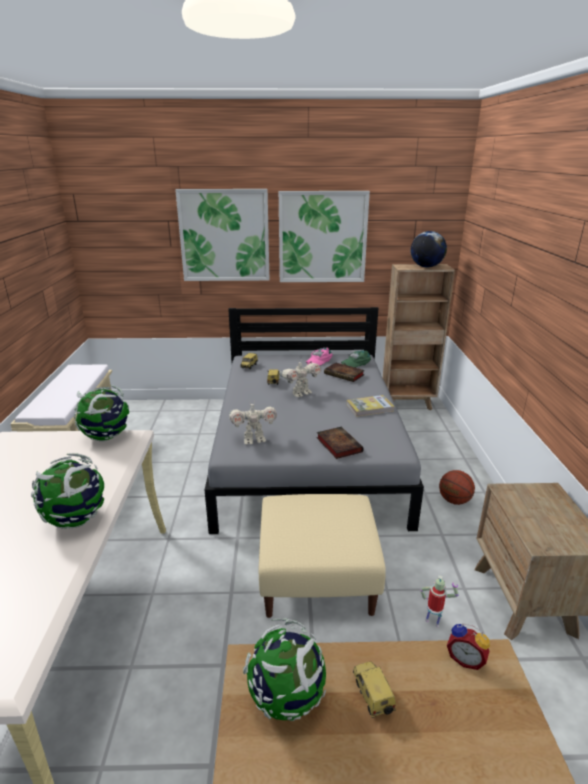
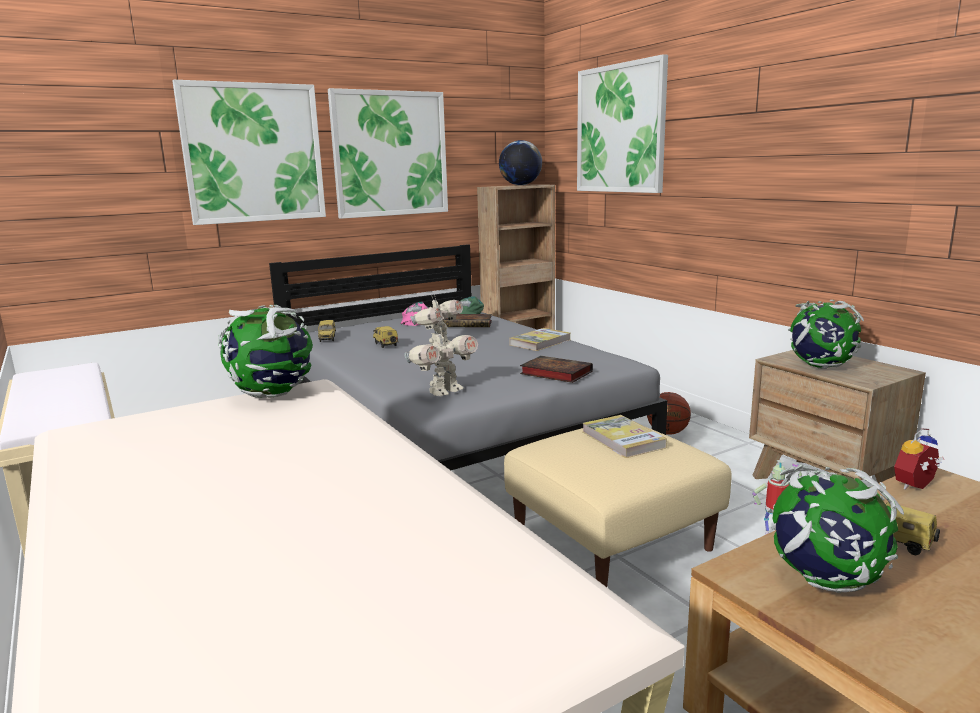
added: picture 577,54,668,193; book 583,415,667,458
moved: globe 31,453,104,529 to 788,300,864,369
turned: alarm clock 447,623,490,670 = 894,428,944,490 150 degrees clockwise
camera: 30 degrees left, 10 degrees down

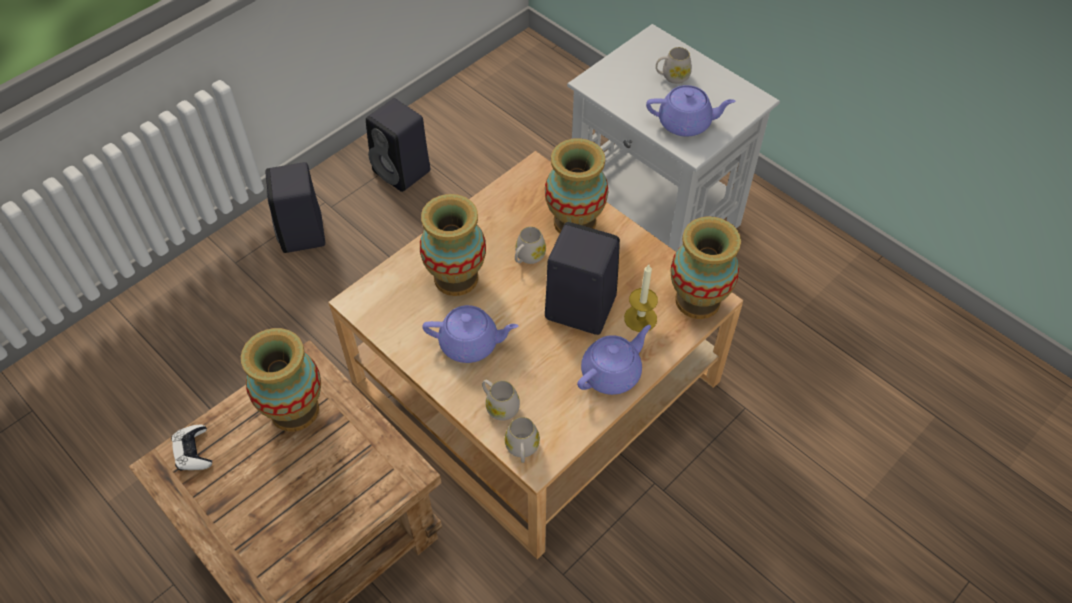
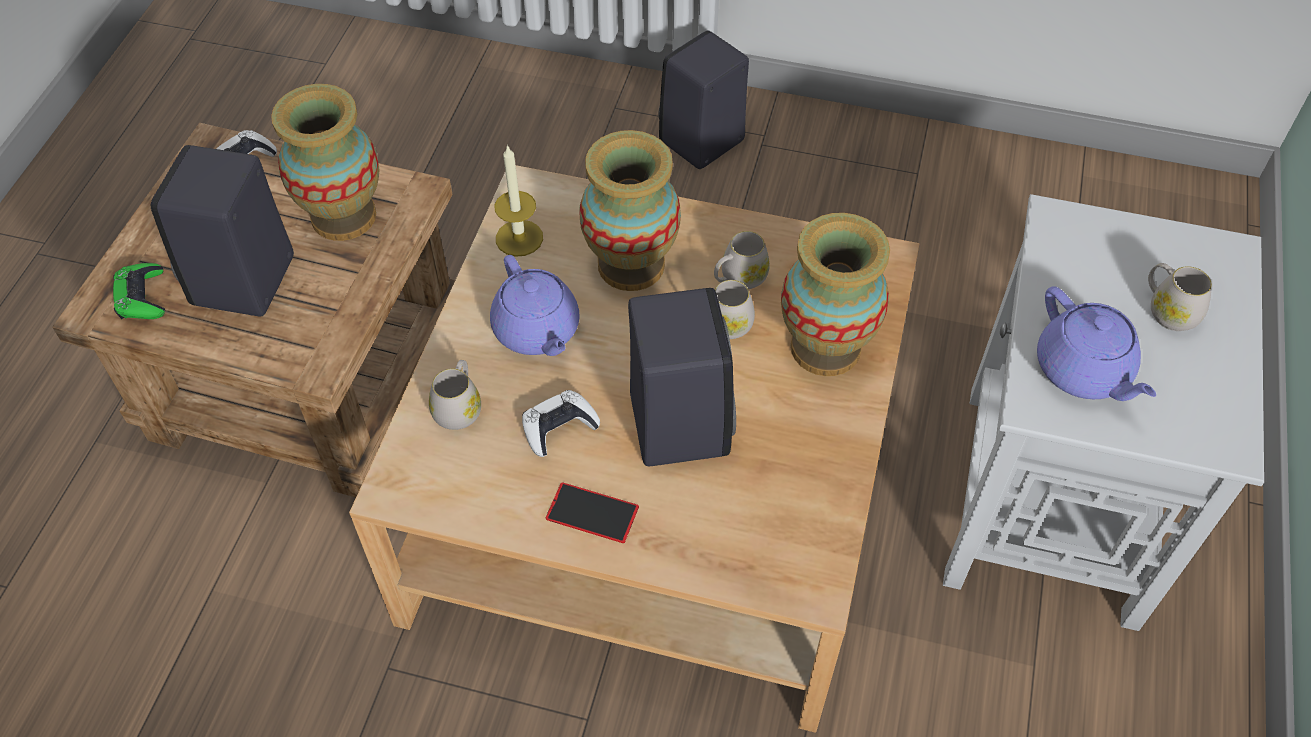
removed: vase 671,217,741,319
added: green game controller 113,263,165,319; white game controller 522,390,600,457
moved: black speaker 366,98,430,192 to 151,145,294,316; white mug 505,417,540,463 to 714,231,770,289; candle 624,264,658,332 to 494,145,543,257
replaced: purple teapot 577,325,651,395 to phone 546,482,639,543
camera: 60 degrees right, 0 degrees up

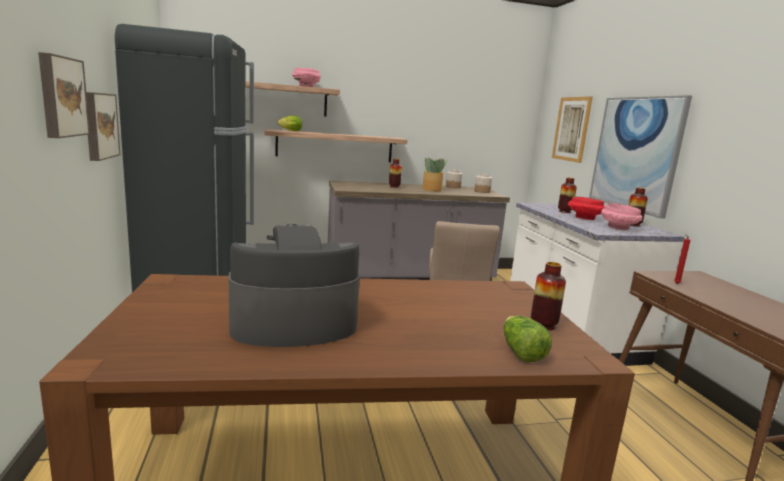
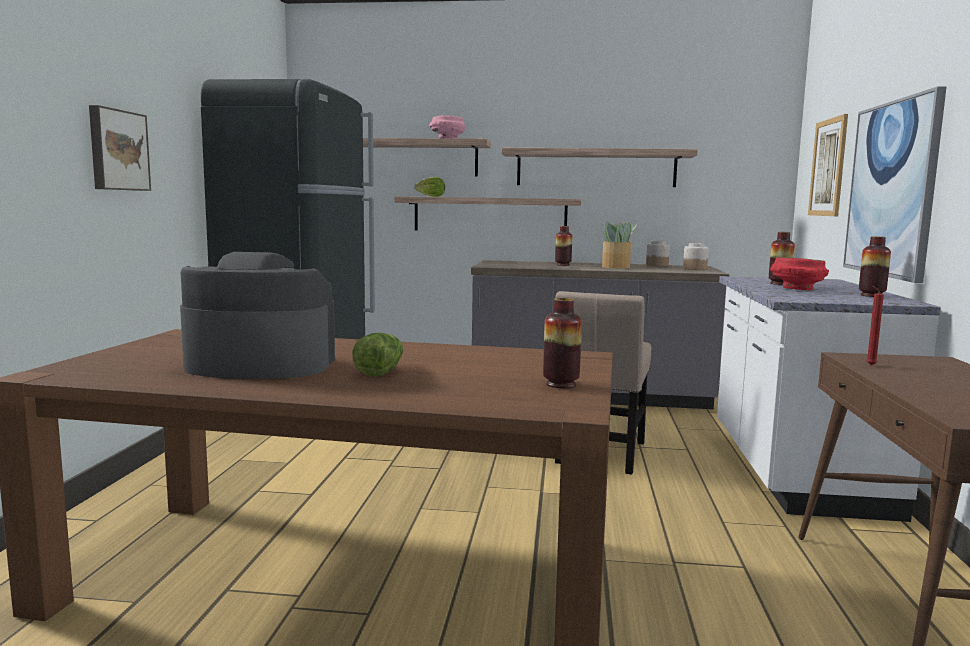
removed: picture 86,92,120,161; pink bowl 601,203,642,230
added: shelf 502,148,698,187
moved: lettuce 504,316,552,362 to 352,333,403,376
camera: 20 degrees right, 5 degrees down

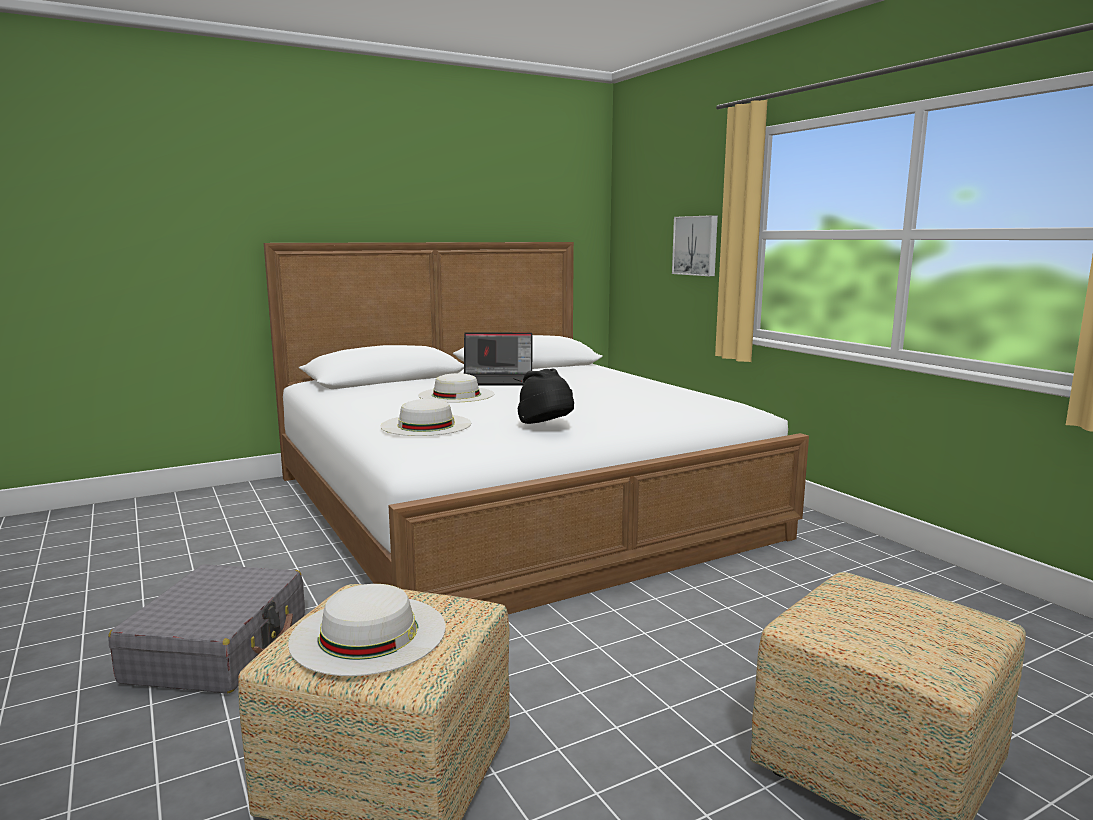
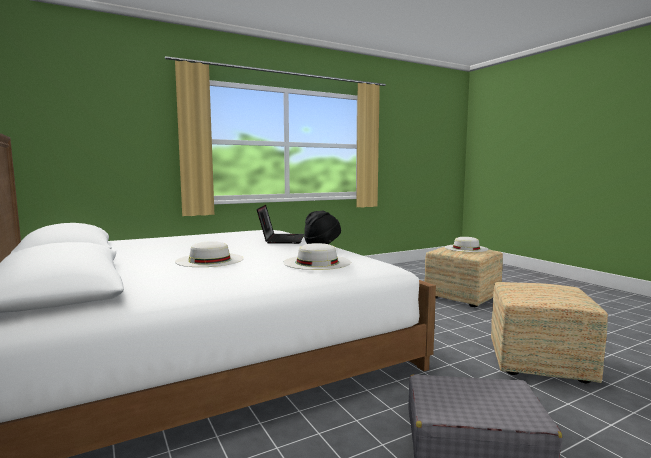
removed: picture 672,215,718,276
moved: white hat 288,584,446,676 to 445,237,489,252; laptop 464,333,532,386 to 257,205,304,244
camera: 90 degrees left, 5 degrees down

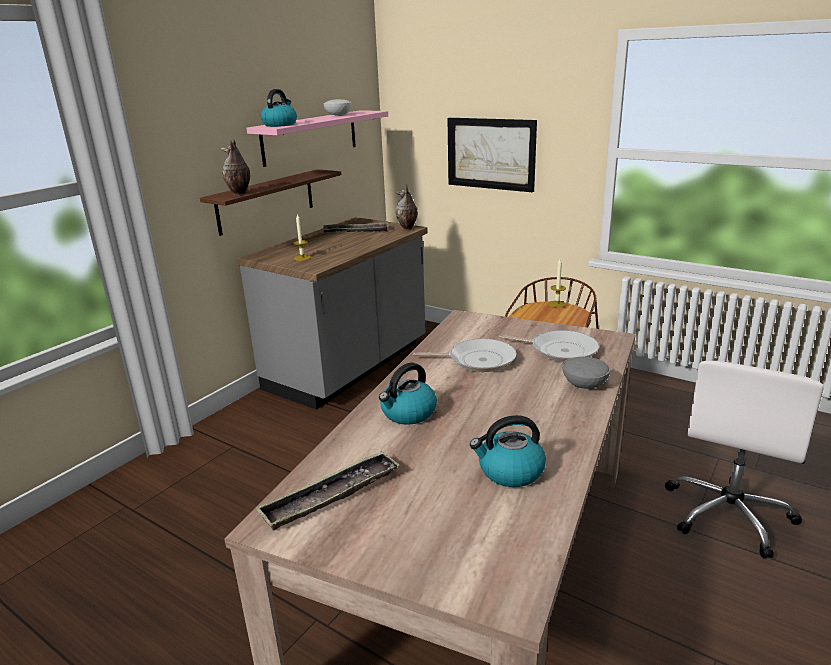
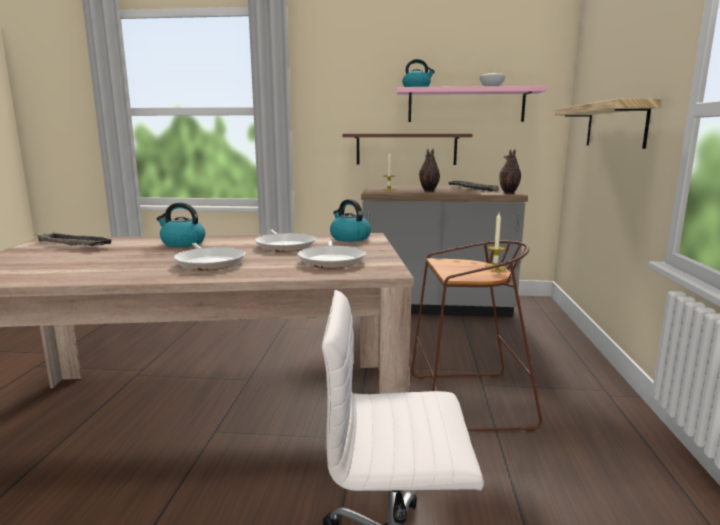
removed: grey bowl 562,357,611,390
added: frying pan 174,243,246,270
moved: vase 221,139,250,196 to 419,149,440,192; kettle 470,415,546,487 to 330,199,371,242
replaced: picture 447,118,537,192 to shelf 555,99,661,149
camera: 60 degrees right, 10 degrees down

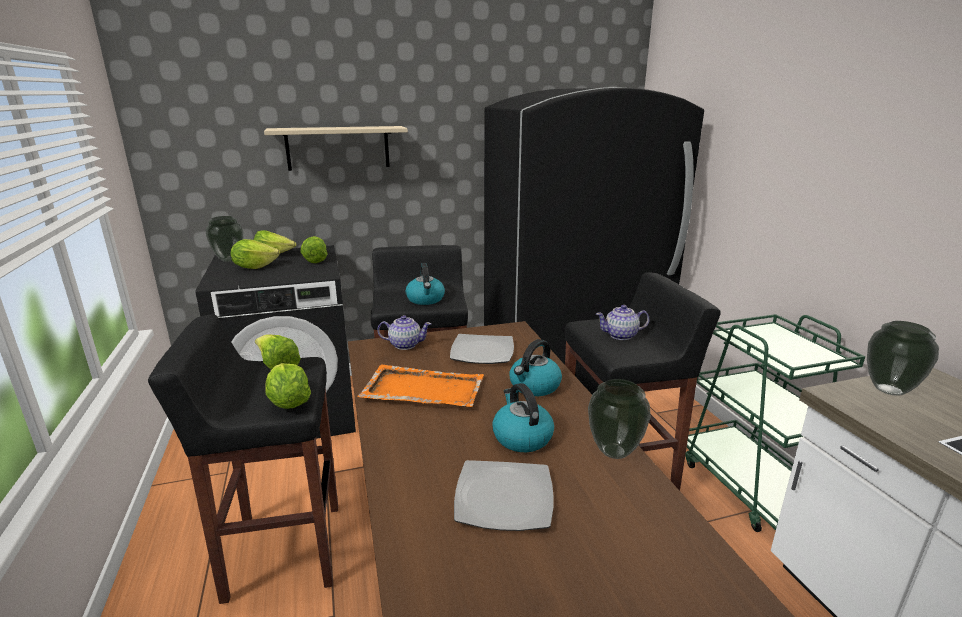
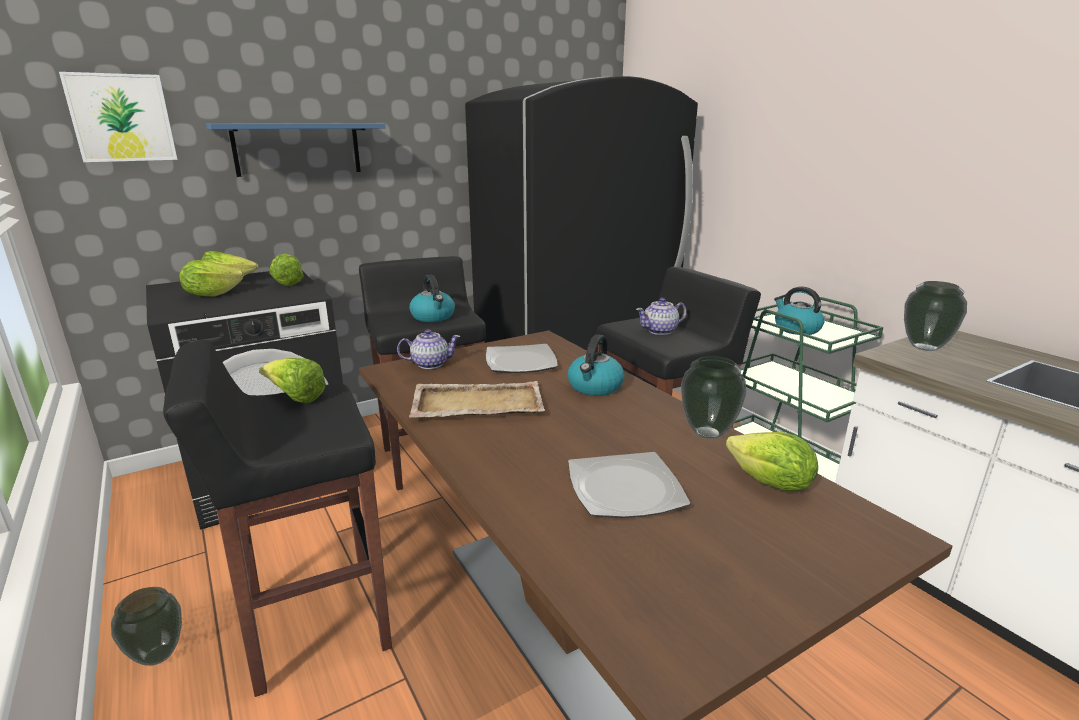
added: picture 59,72,177,162
moved: vase 206,216,243,262 to 111,587,182,666; lettuce 266,363,311,409 to 726,432,818,491; kettle 493,383,554,452 to 774,286,825,335
recoloured: beige shelf 264,126,408,171 to blue shelf 206,123,386,177; orange tray 357,364,484,407 to beige tray 409,381,545,418
camera: 15 degrees left, 0 degrees up

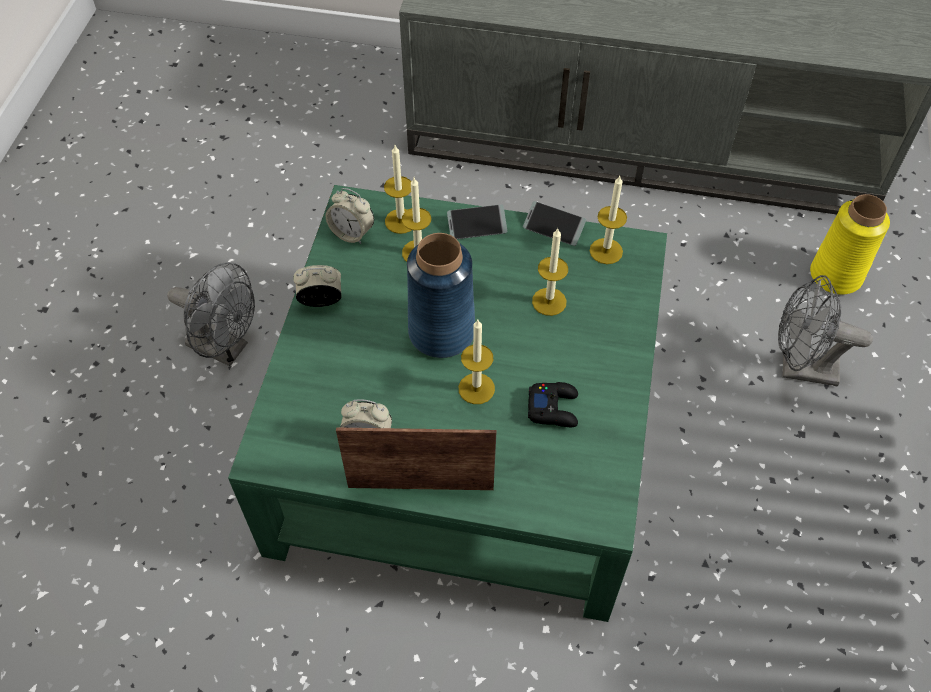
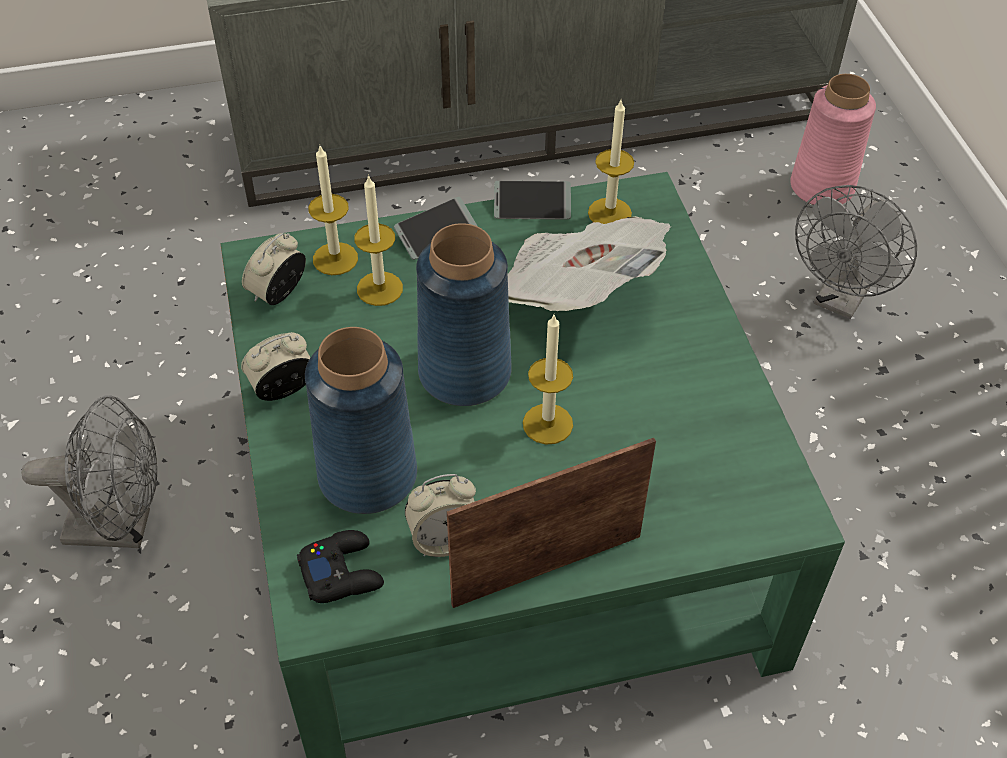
added: blue vase 305,327,417,514
moved: black game controller 528,382,578,427 to 297,530,384,603
replaced: candle 532,229,568,316 to newspaper 508,216,671,311
recoloured: yellow vase 810,194,890,295 to pink vase 790,74,876,205
turned: alarm clock 326,188,374,244 = 242,233,306,305 120 degrees clockwise; grey fan 778,275,873,386 = 795,185,917,319 45 degrees counterclockwise
camera: 25 degrees left, 5 degrees down

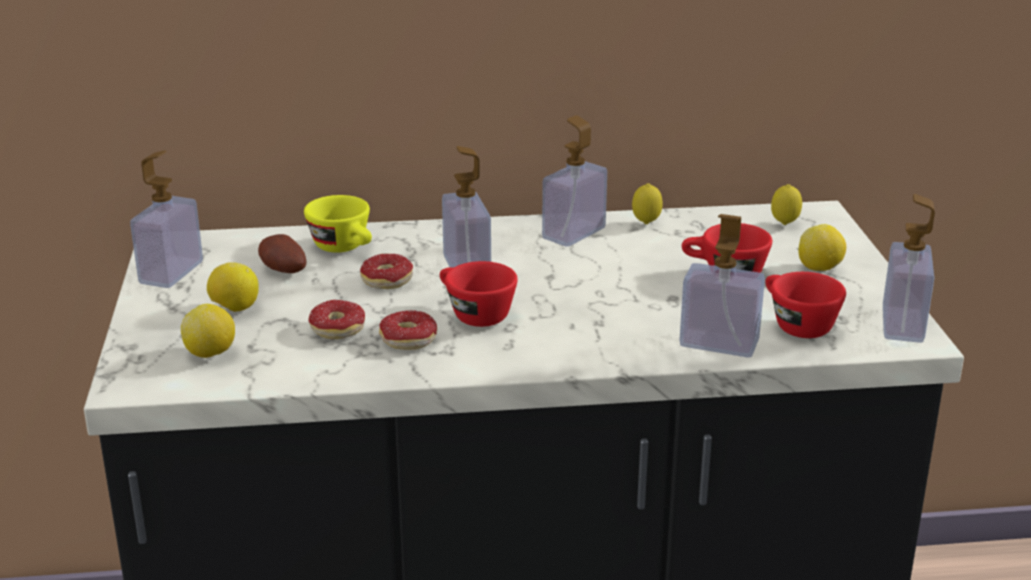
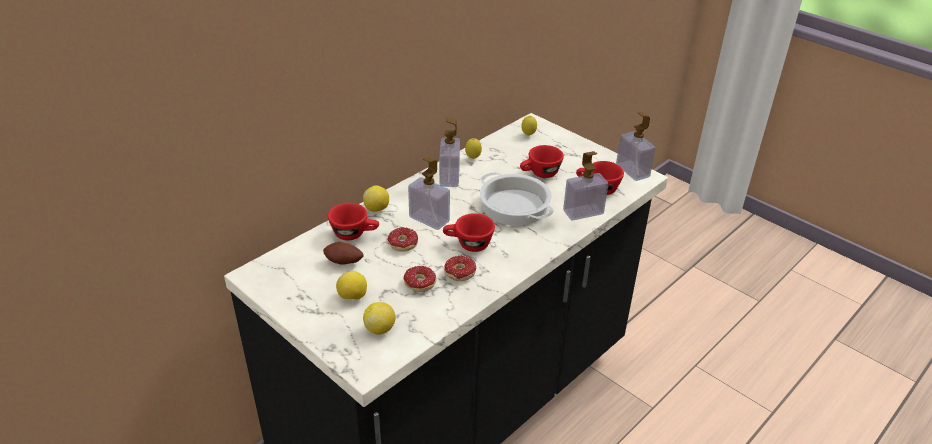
removed: soap dispenser 130,150,203,288
added: cooking pot 480,172,554,226
moved: lemon 798,224,846,271 to 363,185,389,212
recoloured: yellow cup 304,195,372,253 to red cup 328,203,379,240
camera: 40 degrees left, 10 degrees up

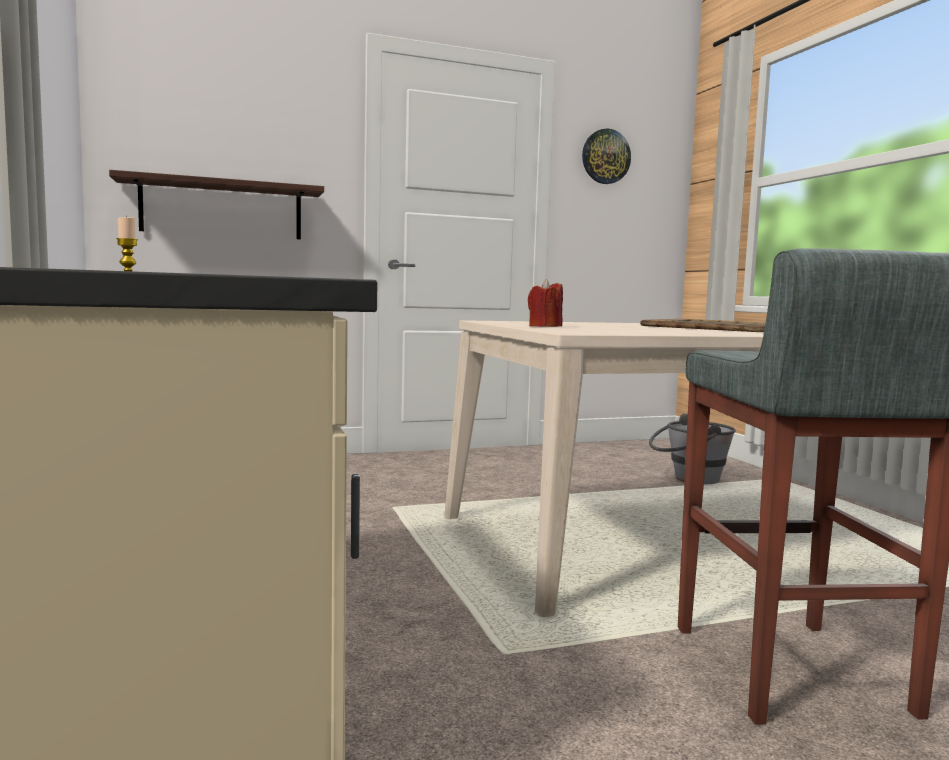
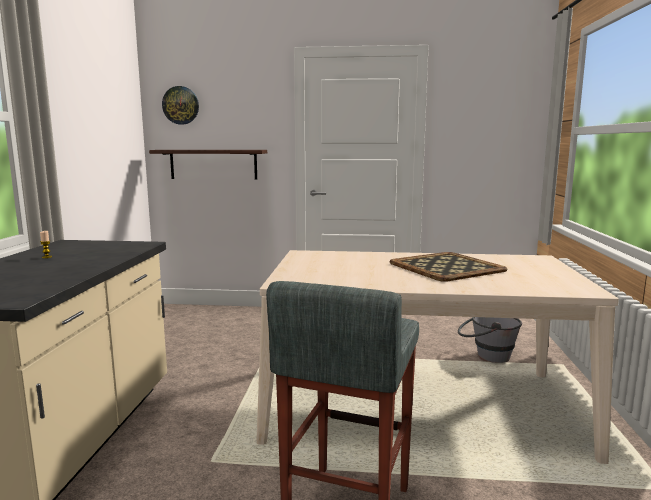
removed: red candle 528,279,563,327
moved: wall clock 582,129,631,184 to 162,86,199,125
camera: 25 degrees right, 5 degrees up

